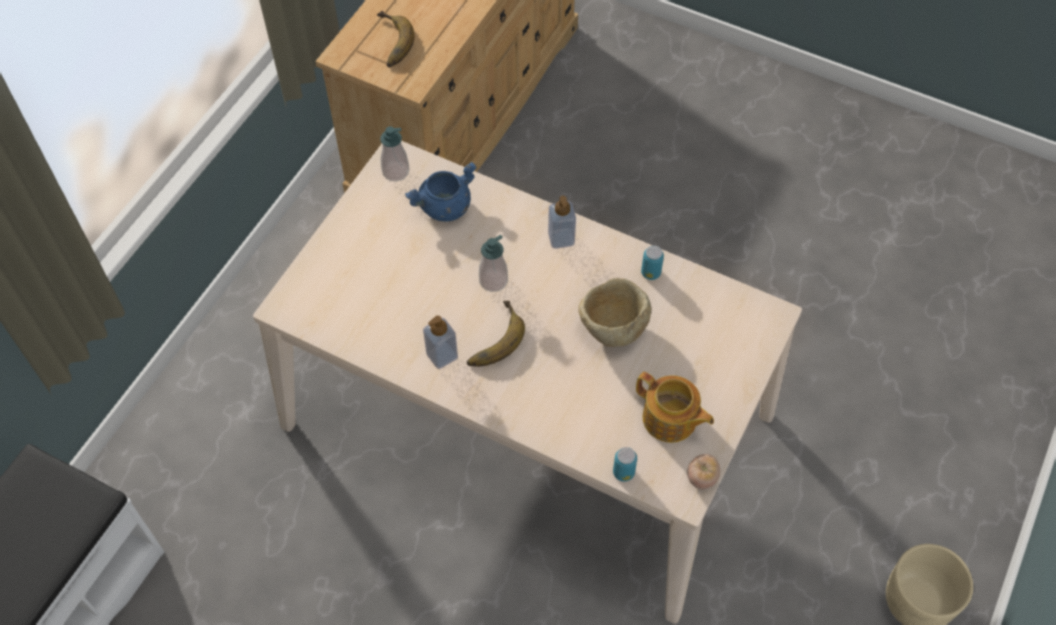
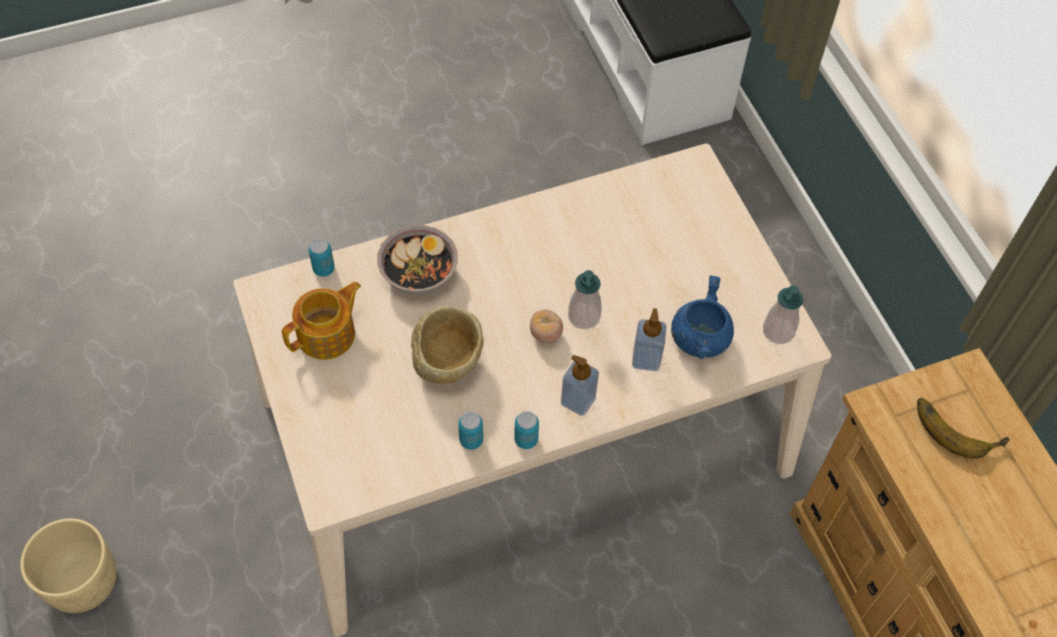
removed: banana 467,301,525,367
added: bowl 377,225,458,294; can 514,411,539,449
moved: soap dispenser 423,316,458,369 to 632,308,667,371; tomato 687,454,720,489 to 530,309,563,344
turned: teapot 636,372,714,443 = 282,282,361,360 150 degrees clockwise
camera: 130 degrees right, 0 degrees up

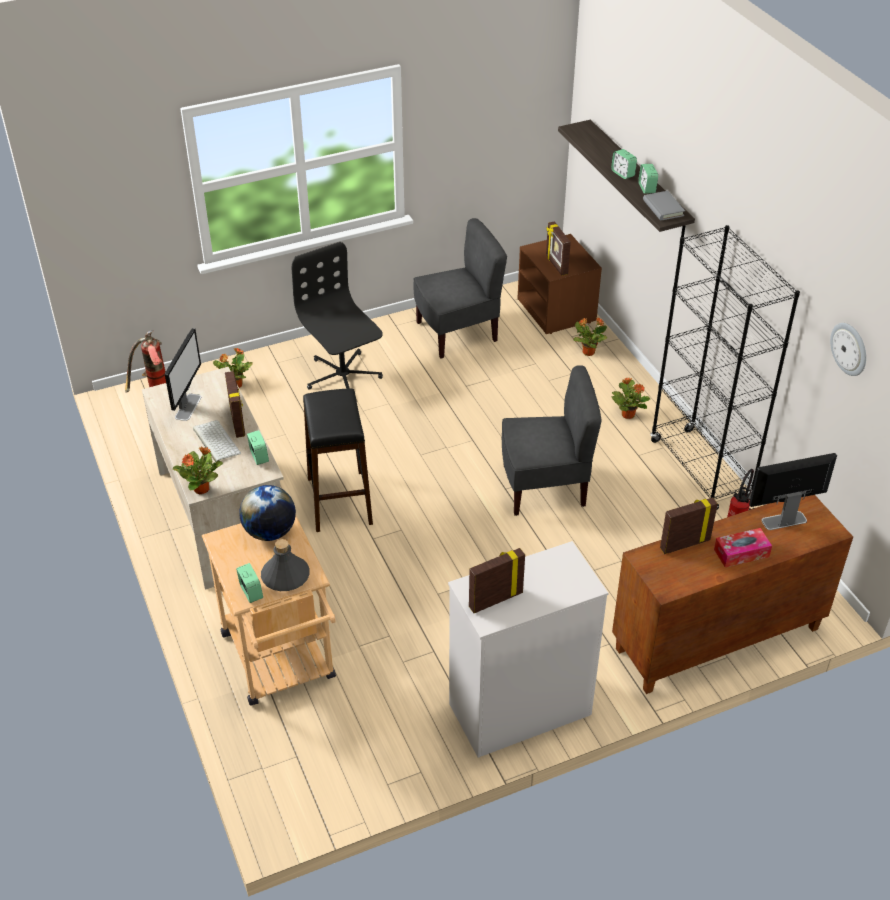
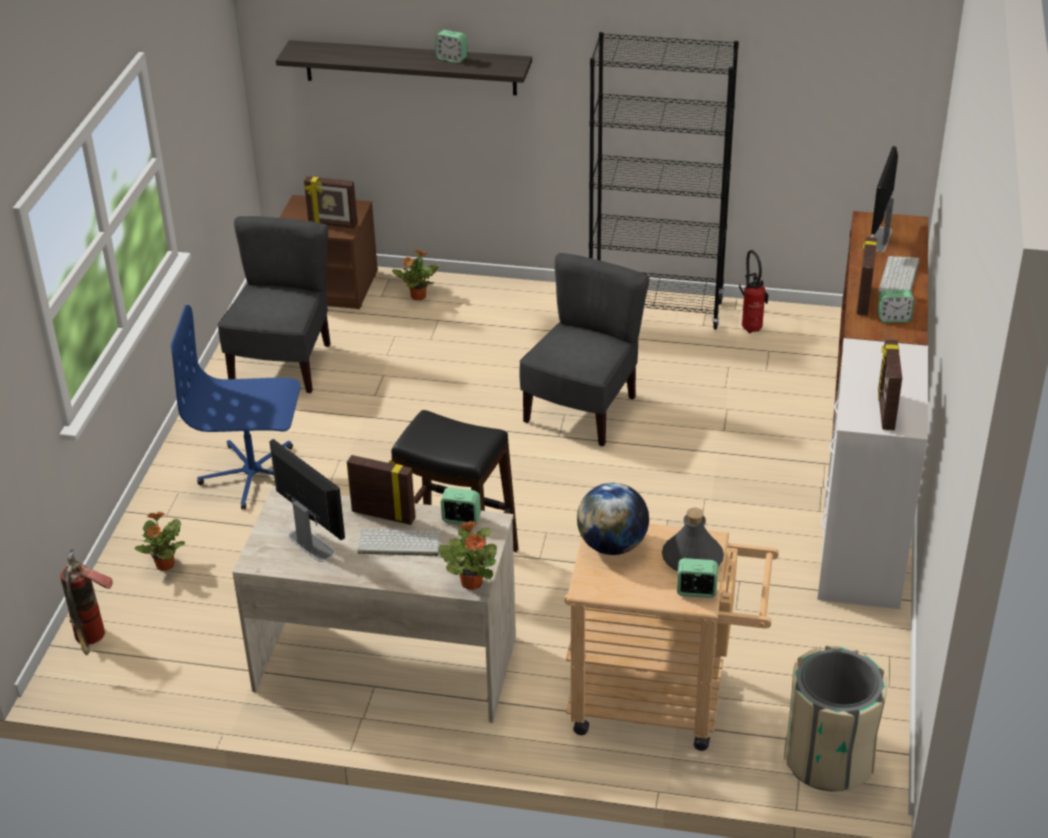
removed: potted plant 612,377,650,419; grey book 643,191,685,221; wall clock 830,323,866,376
added: beige trash can 784,645,887,791
moved: alarm clock 611,149,637,179 to 878,289,915,323
replaced: tissue box 714,528,772,567 to keyboard 878,256,920,292
recoloured: black office chair 292,242,383,390 to blue office chair 170,305,300,510
camera: 55 degrees left, 5 degrees down

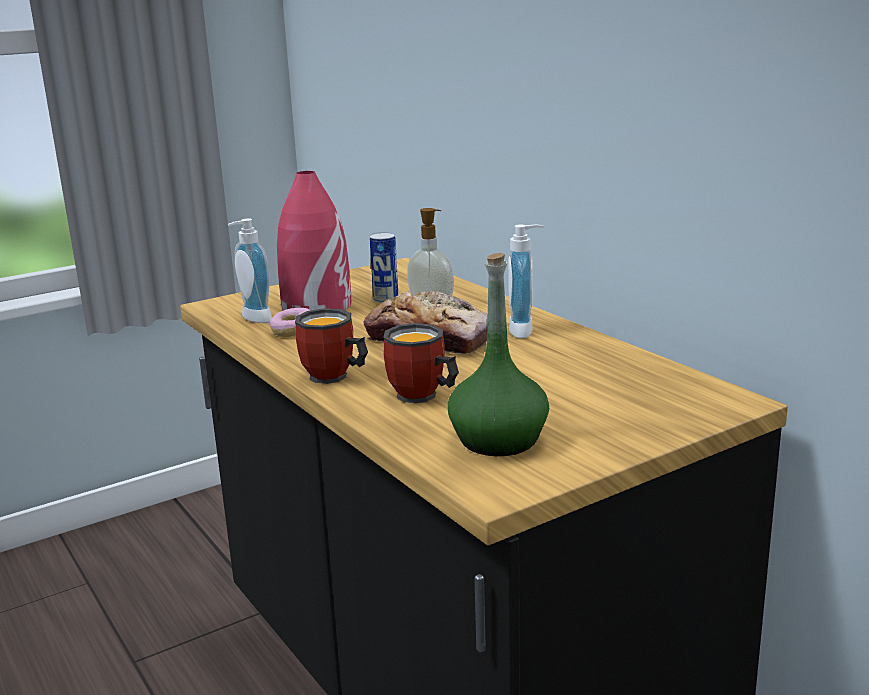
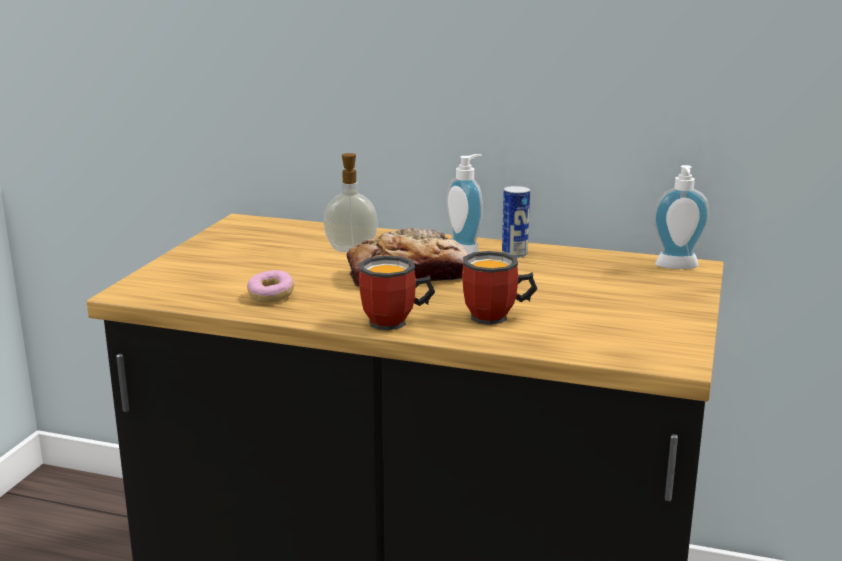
removed: red vase 277,171,351,311; green bottle 448,253,549,456
moved: soap dispenser 228,218,272,323 to 653,165,710,269; can 369,232,398,303 to 502,185,530,258
camera: 40 degrees left, 0 degrees up

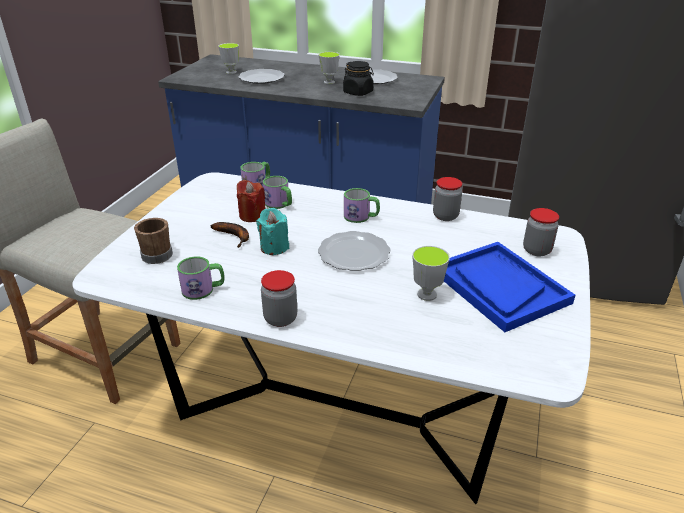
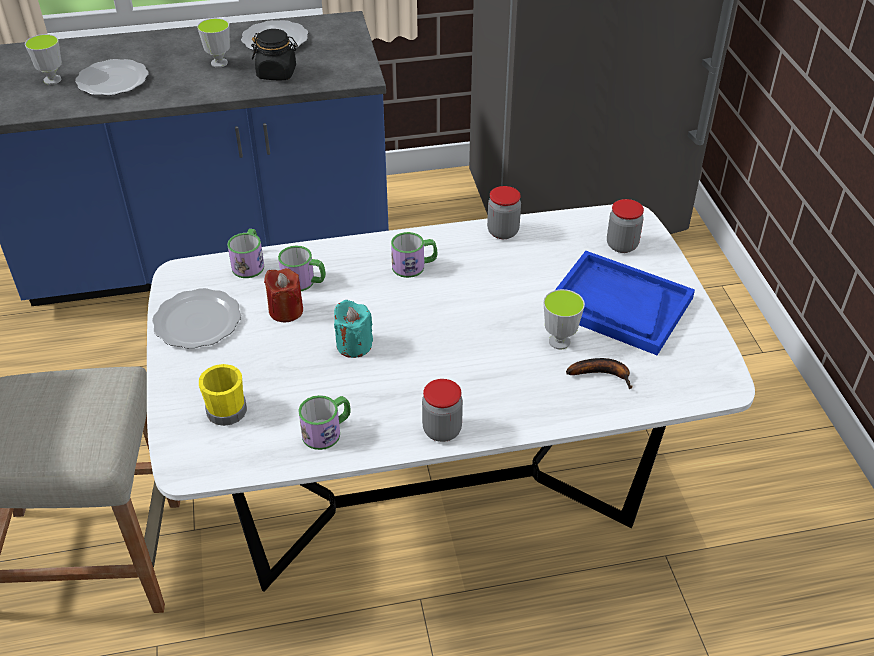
moved: banana 211,222,249,248 to 566,358,632,389; plate 318,231,391,271 to 152,288,241,349
recoloured: brown mug 134,218,173,264 to yellow mug 199,364,247,426
camera: 30 degrees left, 10 degrees up

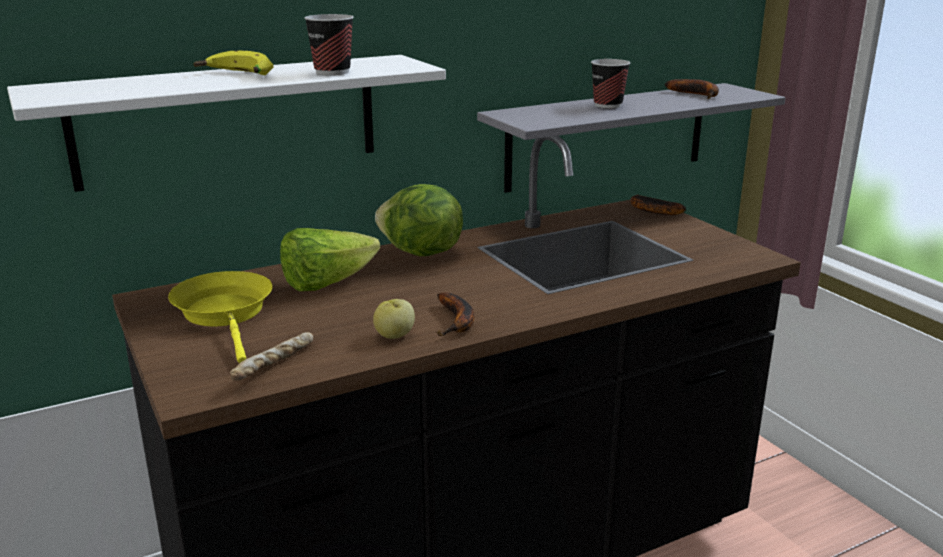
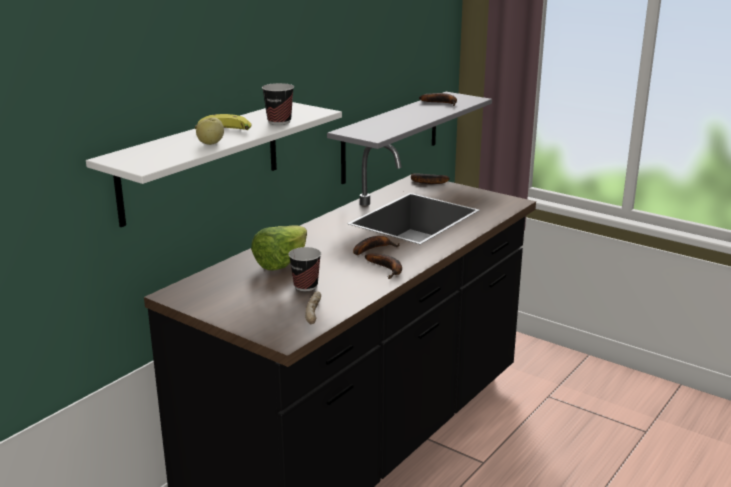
removed: yellow frying pan 168,271,273,363; lettuce 375,184,463,256
added: banana 353,236,399,255
moved: apple 373,299,415,339 to 196,117,224,145; cup 591,59,630,108 to 288,247,321,291
camera: 25 degrees left, 0 degrees up

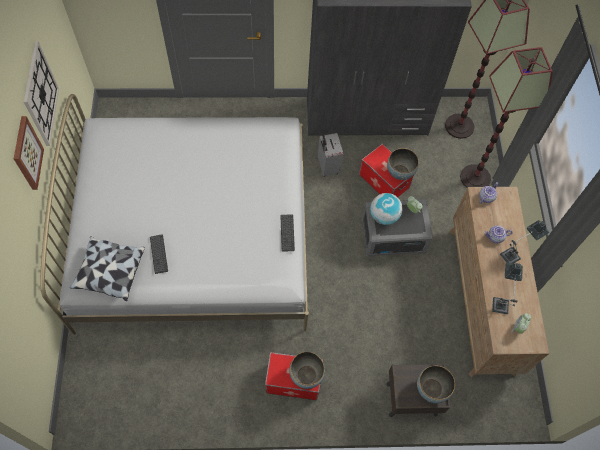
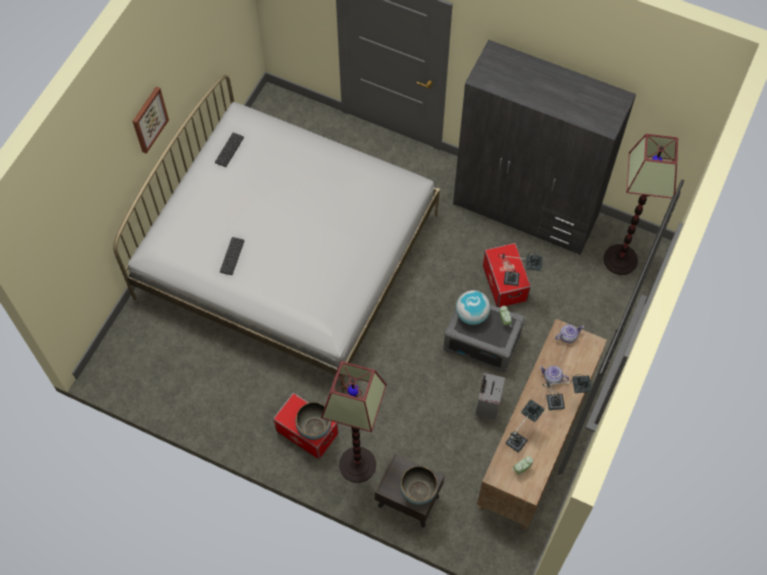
removed: wall clock 24,41,59,146; pillow 70,236,145,301
moved: keyboard 280,214,295,252 to 215,132,244,167; grey suitcase 318,133,343,177 to 476,373,505,420; floor lamp 460,47,553,188 to 321,361,387,483
replaced: bowl 387,148,419,180 to table lamp 499,252,543,286
camera: 30 degrees right, 0 degrees up

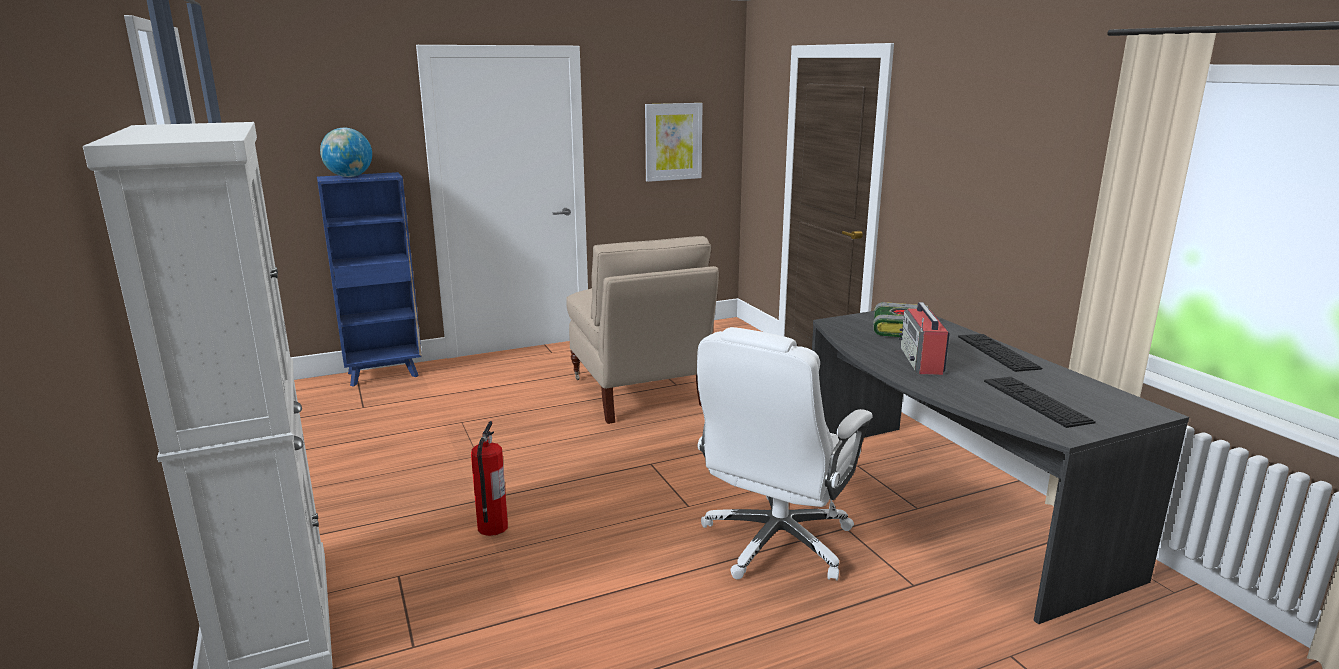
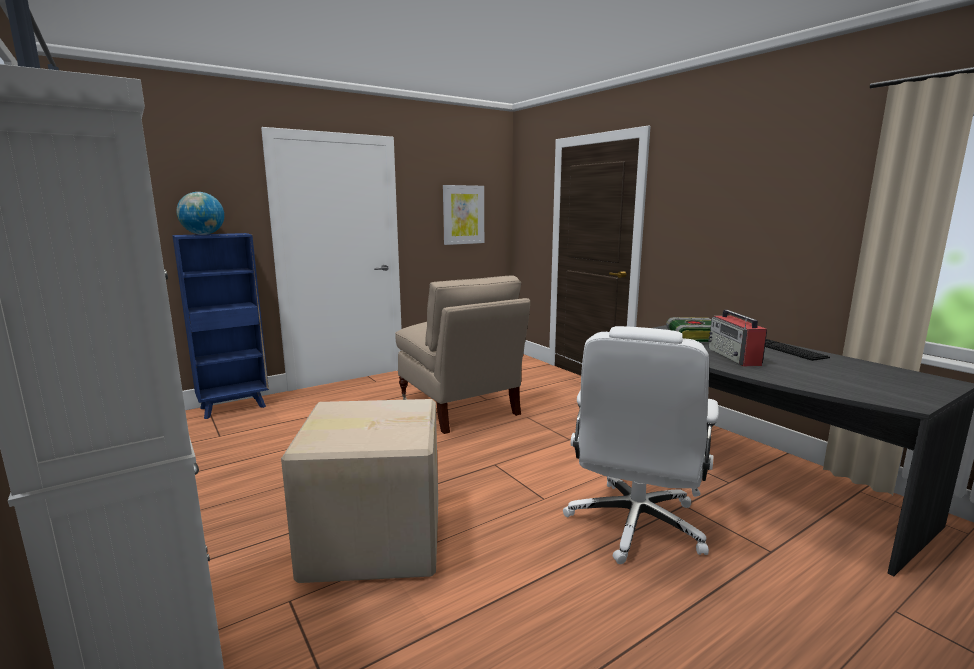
removed: keyboard 984,377,1096,428
replaced: fire extinguisher 471,421,508,536 to cardboard box 281,399,438,583
camera: 10 degrees left, 5 degrees down

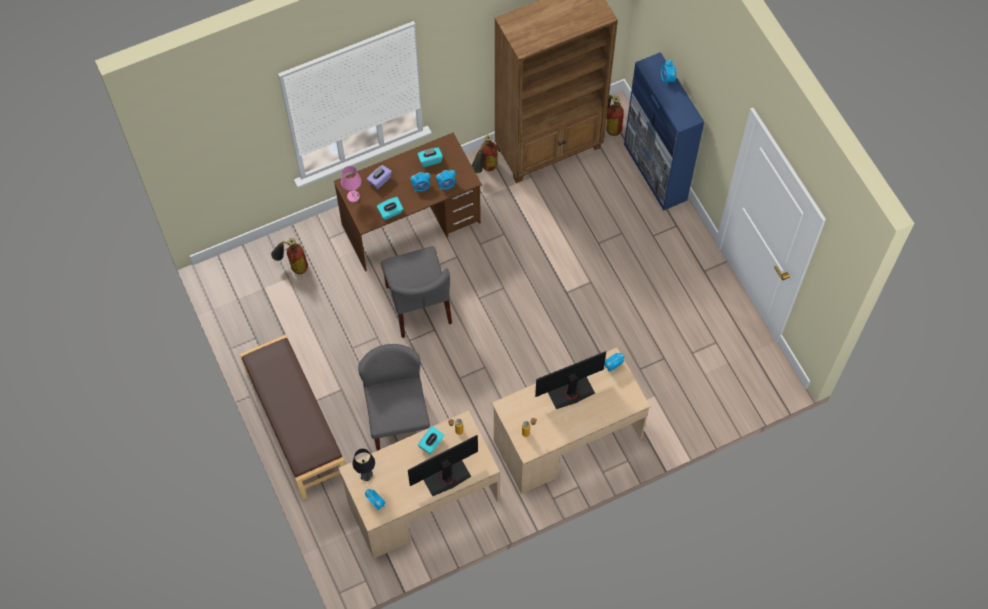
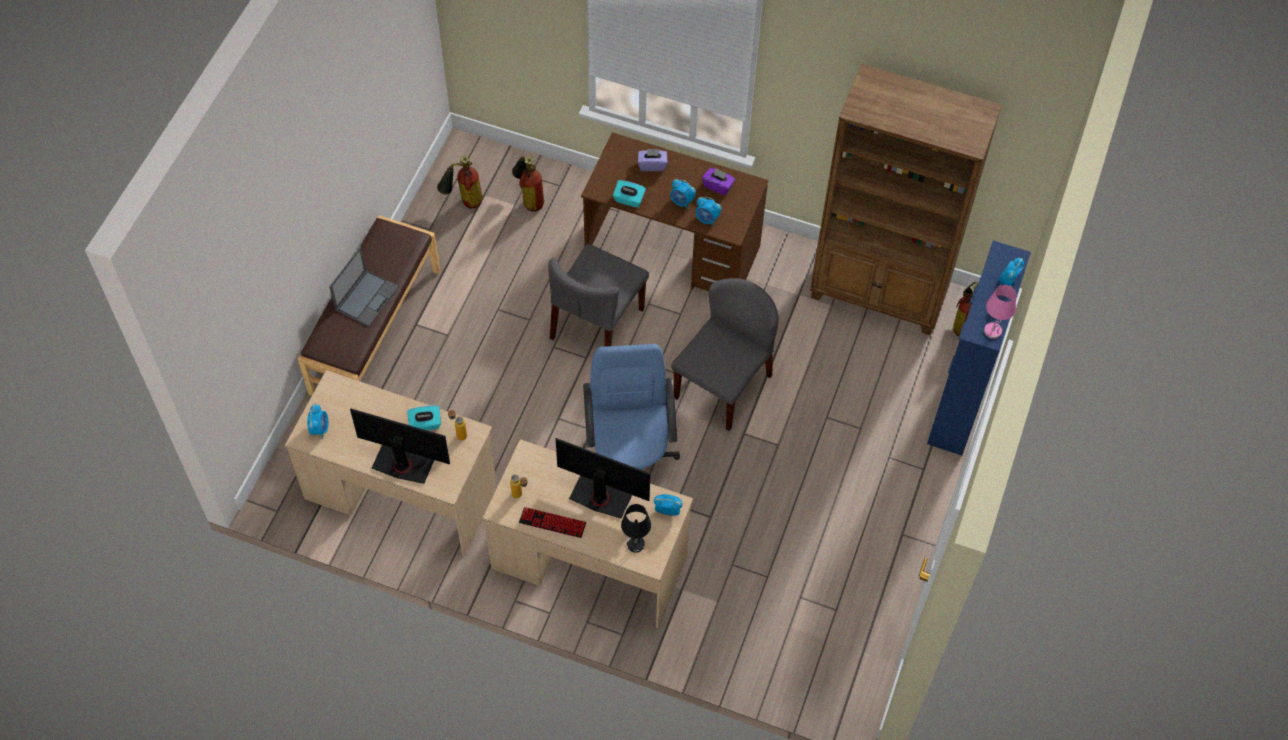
added: laptop 329,247,399,326; keyboard 519,507,586,538; blue office chair 583,344,680,470
moved: pink table lamp 341,166,361,202 to 984,285,1016,339; black table lamp 352,449,375,481 to 621,504,651,553; grey chair 358,344,430,451 to 671,278,779,431; fire extinguisher 472,134,498,173 to 437,156,482,209
recoloured: turquoise tissue box 418,147,443,167 to purple tissue box 702,168,735,196
camera: 45 degrees right, 5 degrees down

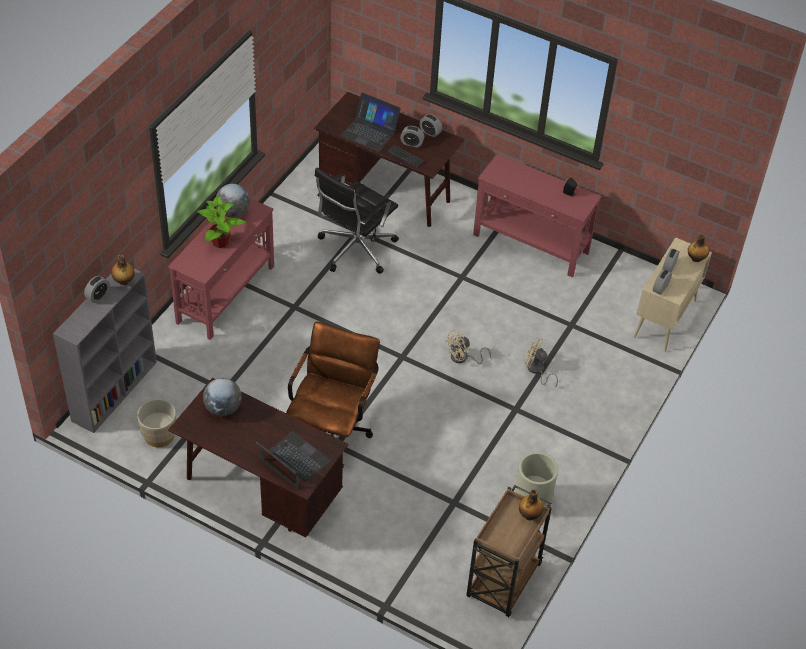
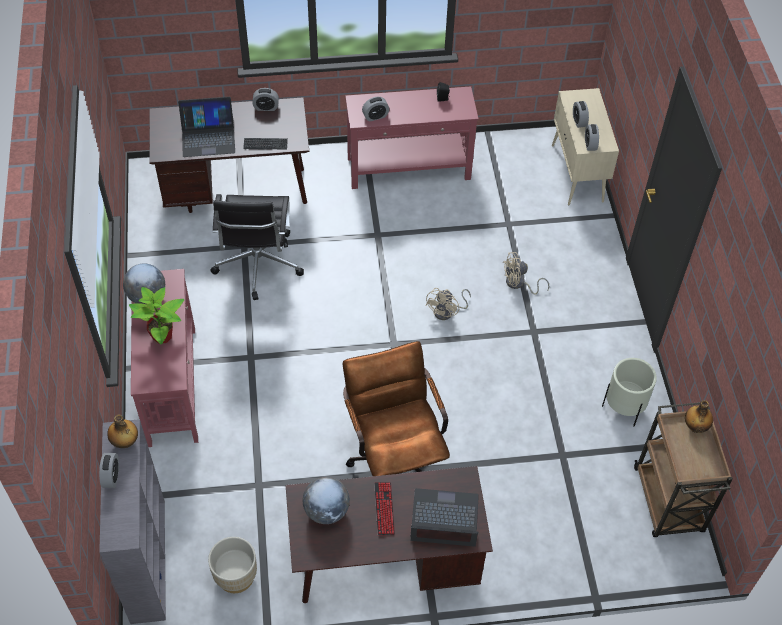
removed: bottle 688,234,709,262
added: keyboard 374,482,395,535
moved: alarm clock 400,126,424,148 to 362,97,389,121
camera: 35 degrees left, 5 degrees up

